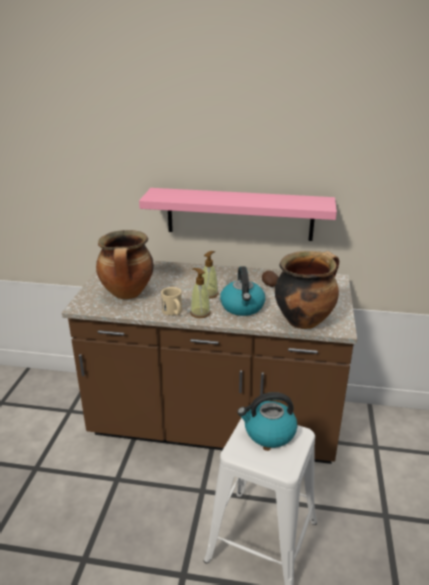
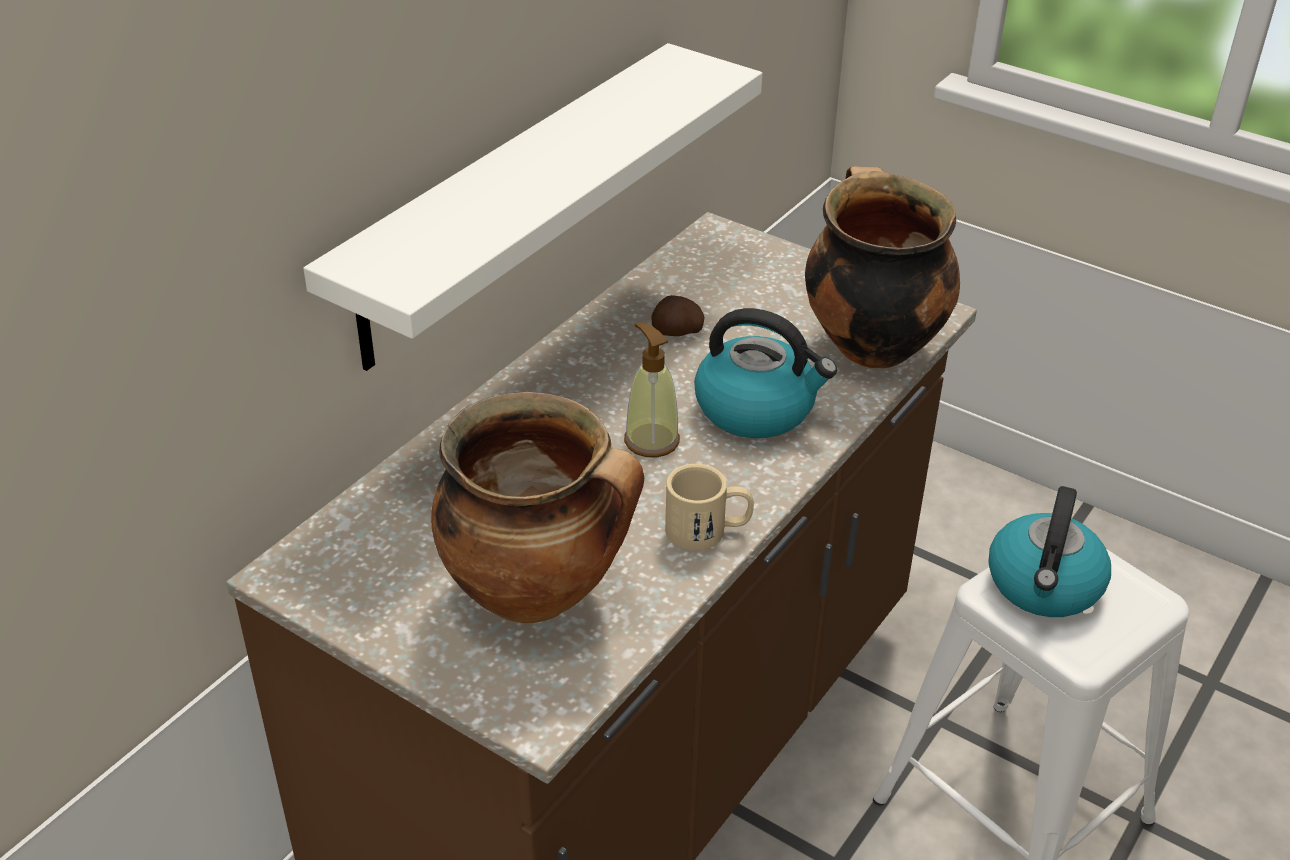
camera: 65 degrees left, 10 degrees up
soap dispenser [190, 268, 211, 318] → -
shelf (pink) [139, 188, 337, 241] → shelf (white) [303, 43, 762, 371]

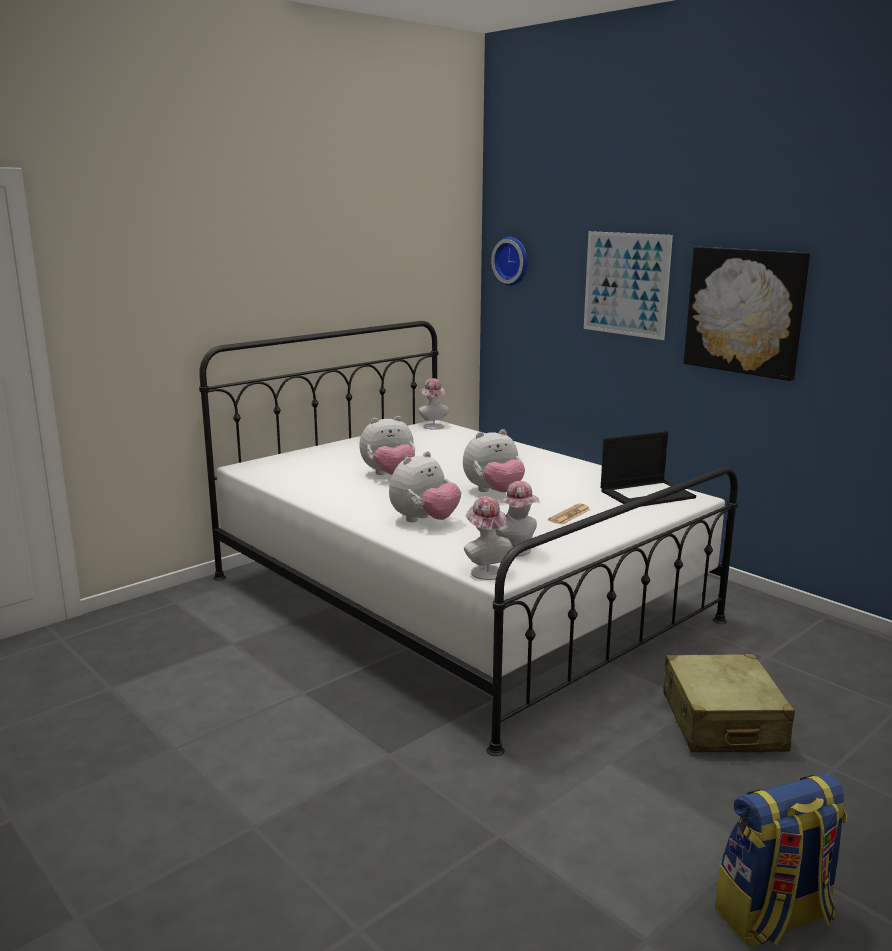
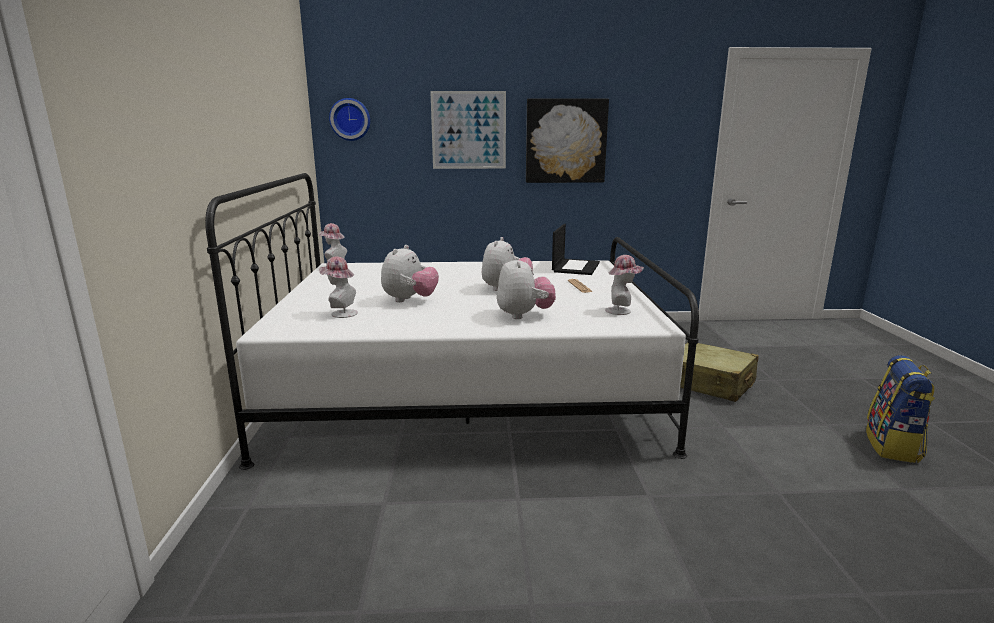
camera: 50 degrees left, 0 degrees up
hat [464, 496, 512, 580] → hat [319, 257, 358, 318], moved

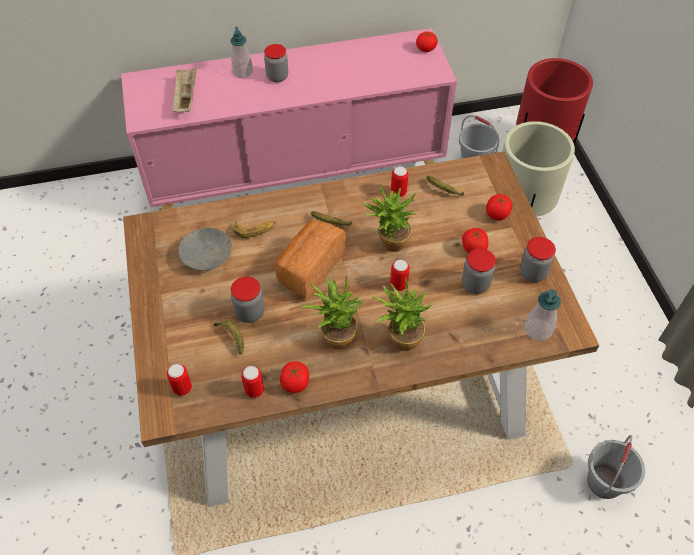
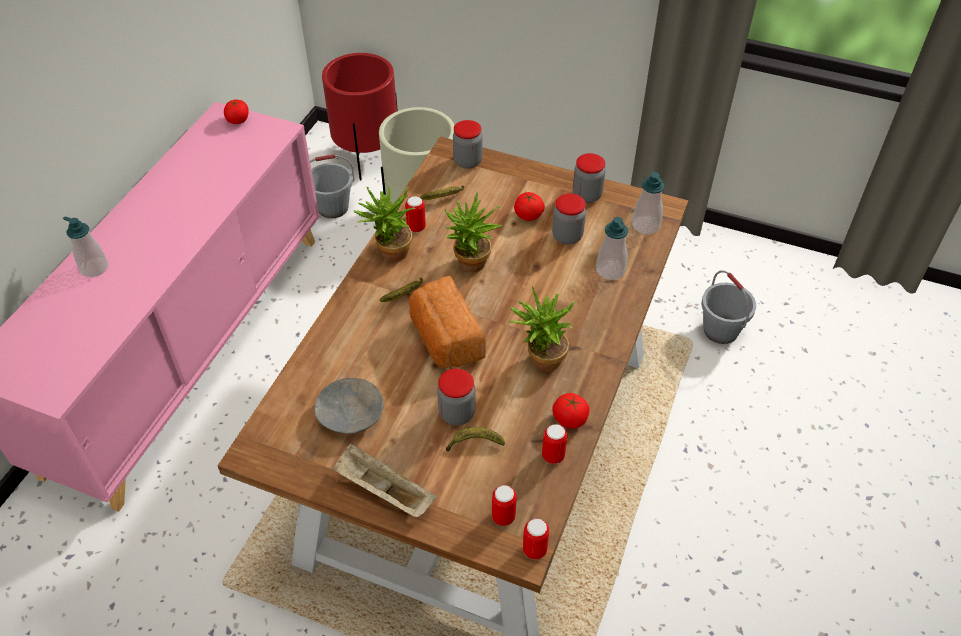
camera: 55 degrees left, 5 degrees down
banana [232, 221, 276, 238] → -
tomato [486, 194, 512, 220] → -
- → soap dispenser [596, 217, 628, 280]
tray (beige) [172, 68, 197, 112] → tray (beige) [333, 443, 436, 517], moved
jar [264, 44, 288, 82] → jar [453, 120, 483, 169], moved
potted plant [373, 277, 432, 351] → potted plant [353, 186, 415, 262], moved
can [390, 260, 410, 291] → can [523, 519, 549, 560], moved

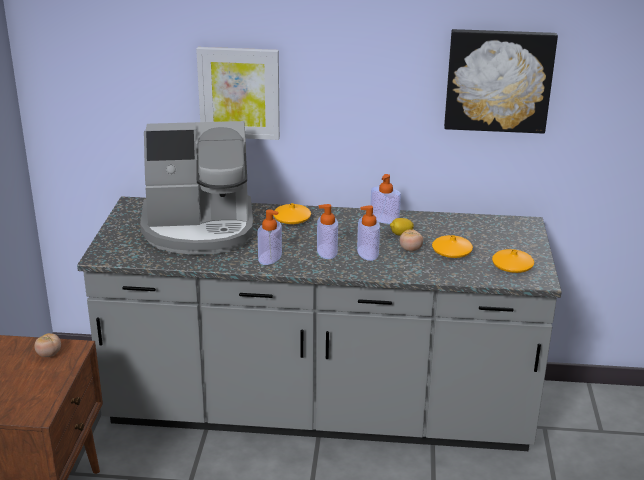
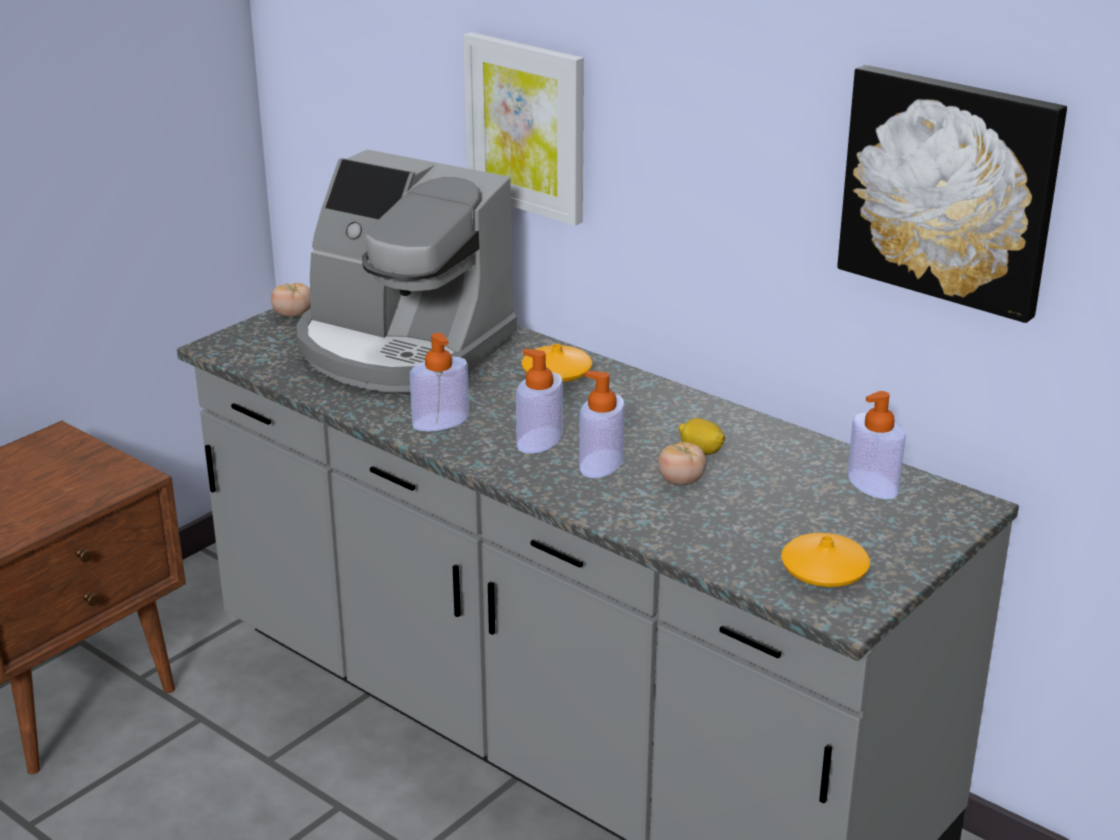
camera: 35 degrees right, 0 degrees up
vase (orange) [432, 235, 473, 258] → -
tomato [34, 333, 61, 357] → tomato [271, 283, 310, 317], moved
soap dispenser [370, 174, 401, 224] → soap dispenser [847, 391, 906, 499], moved

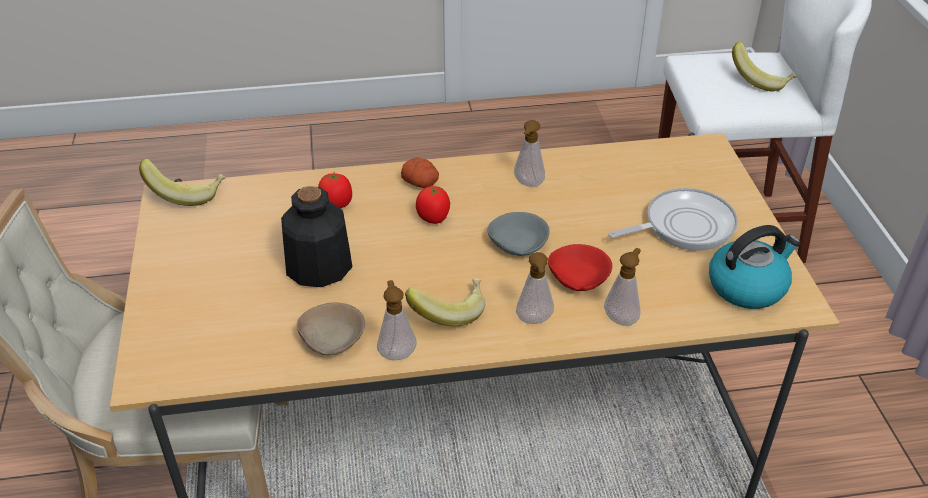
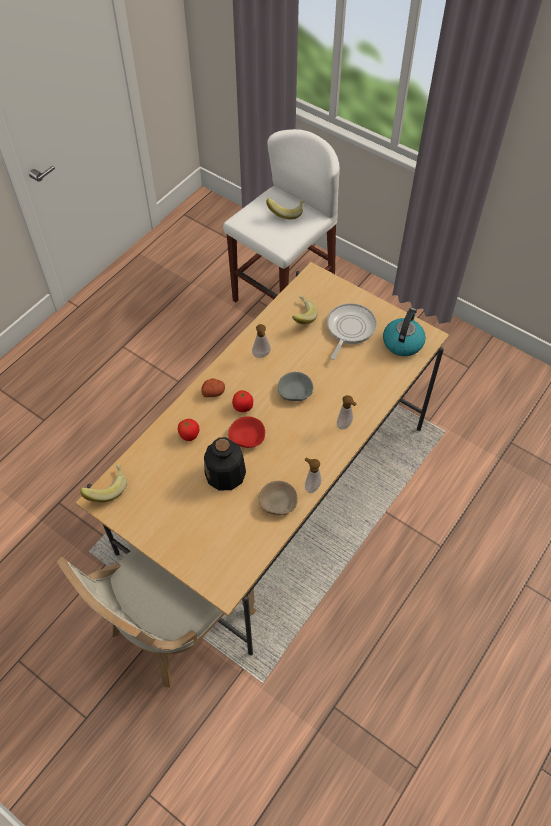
camera: 45 degrees left, 15 degrees up
soap dispenser [604, 248, 641, 326] → -
banana [405, 278, 485, 326] → banana [292, 295, 318, 324], moved
bowl (red) [548, 244, 612, 291] → bowl (red) [228, 416, 265, 448], moved

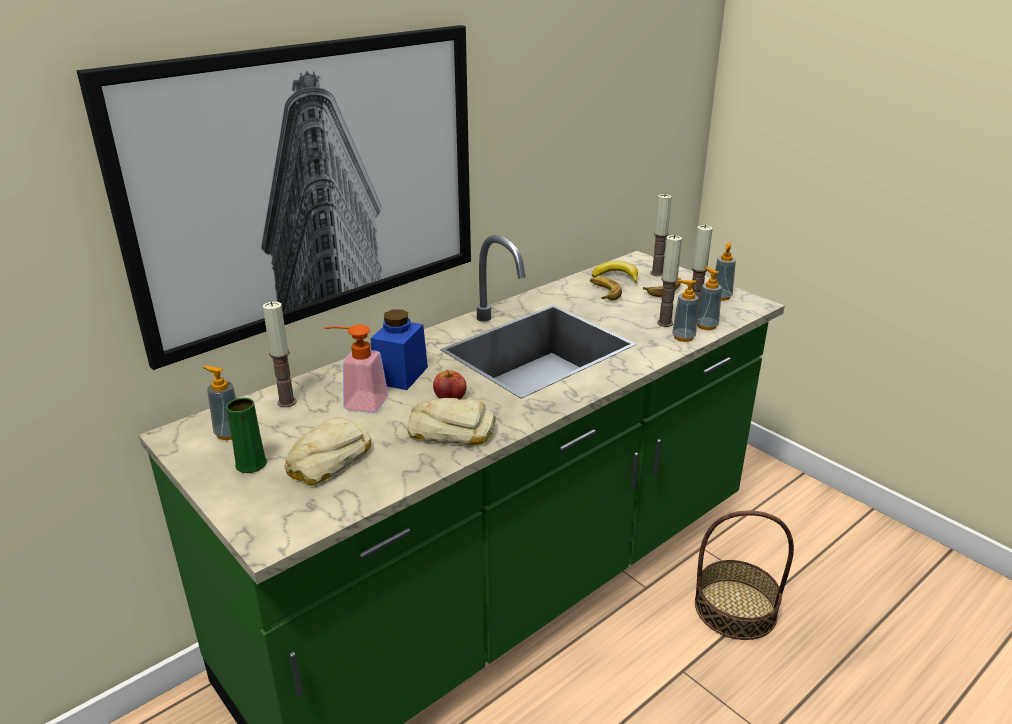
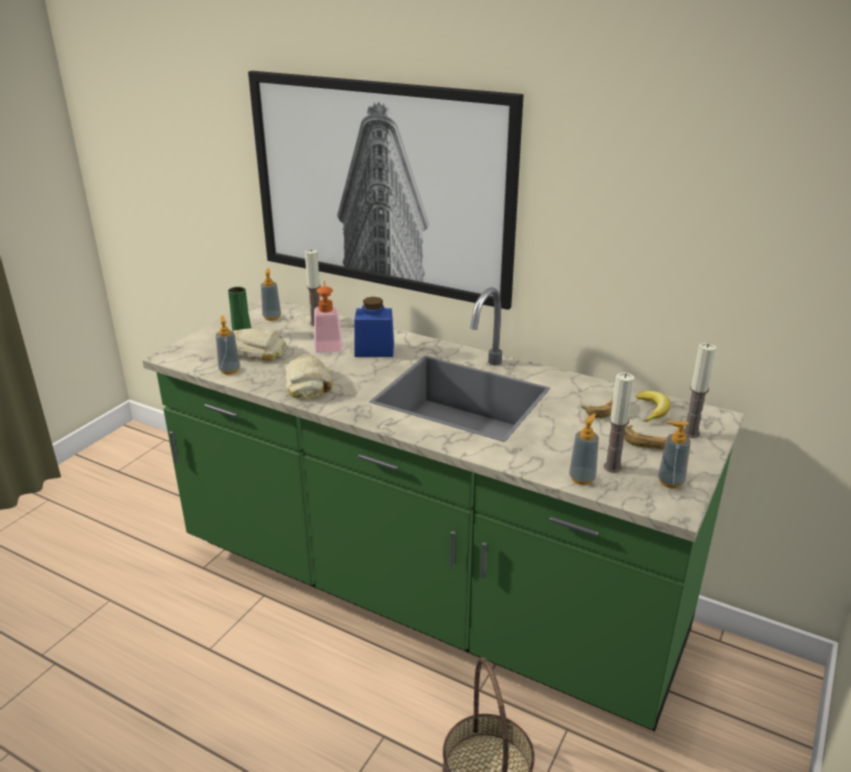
camera: 70 degrees right, 0 degrees up
apple [433, 369, 467, 400] → -
candle [657, 235, 682, 327] → -
soap dispenser [672, 280, 699, 342] → soap dispenser [216, 315, 240, 375], moved

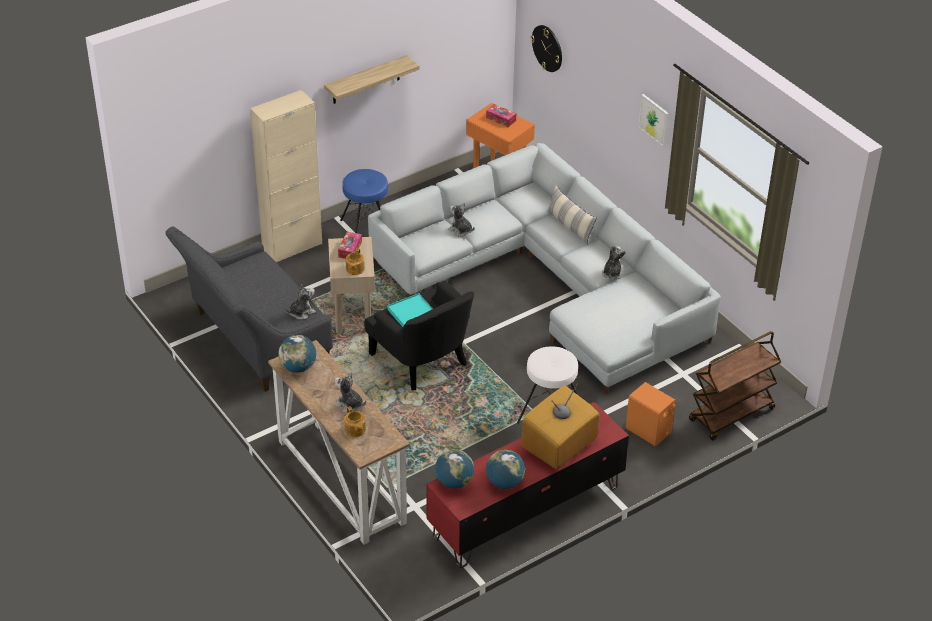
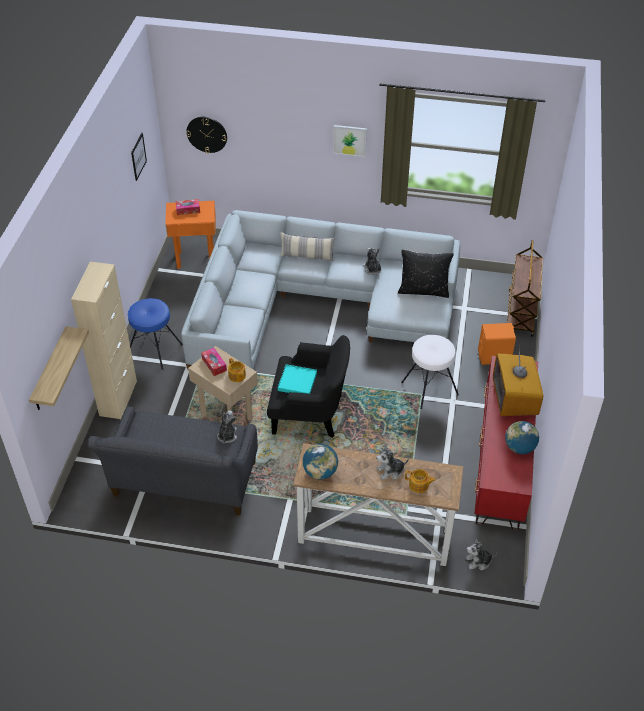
camera: 45 degrees left, 5 degrees up
globe [435, 449, 474, 489] → -
- → picture [131, 133, 147, 181]
- → pillow (black) [398, 250, 454, 298]
shelf [324, 55, 420, 104] → shelf [29, 326, 89, 410], moved
plush toy [448, 202, 475, 237] → plush toy [466, 538, 497, 570], moved

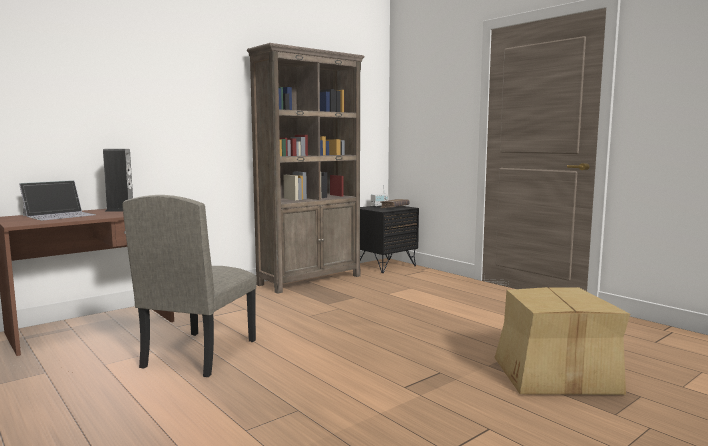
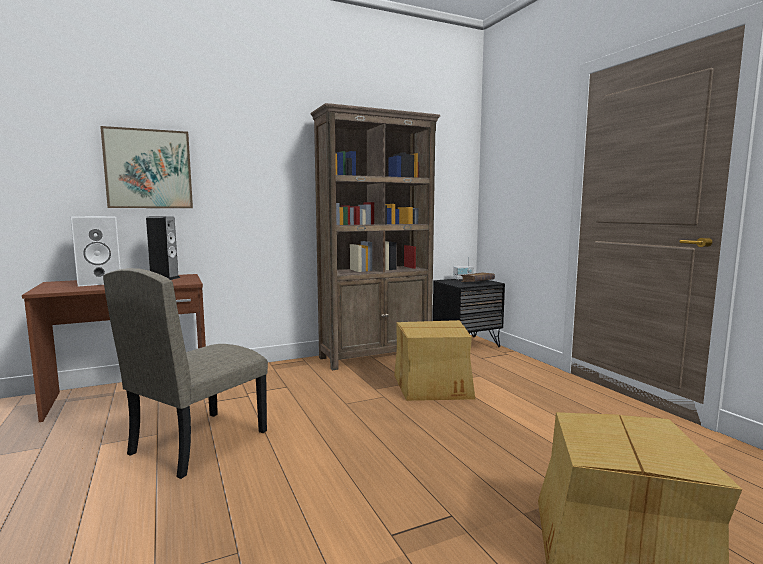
camera: 15 degrees right, 0 degrees up
- → picture [100, 126, 193, 208]
- → cardboard box [394, 320, 475, 401]
laptop [19, 180, 96, 220] → speaker (white) [71, 216, 121, 287]

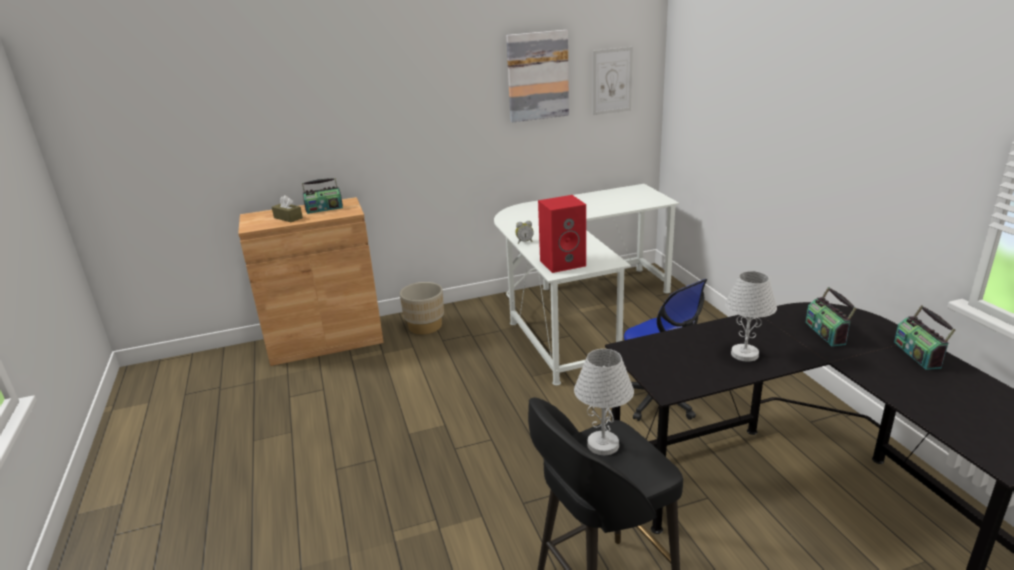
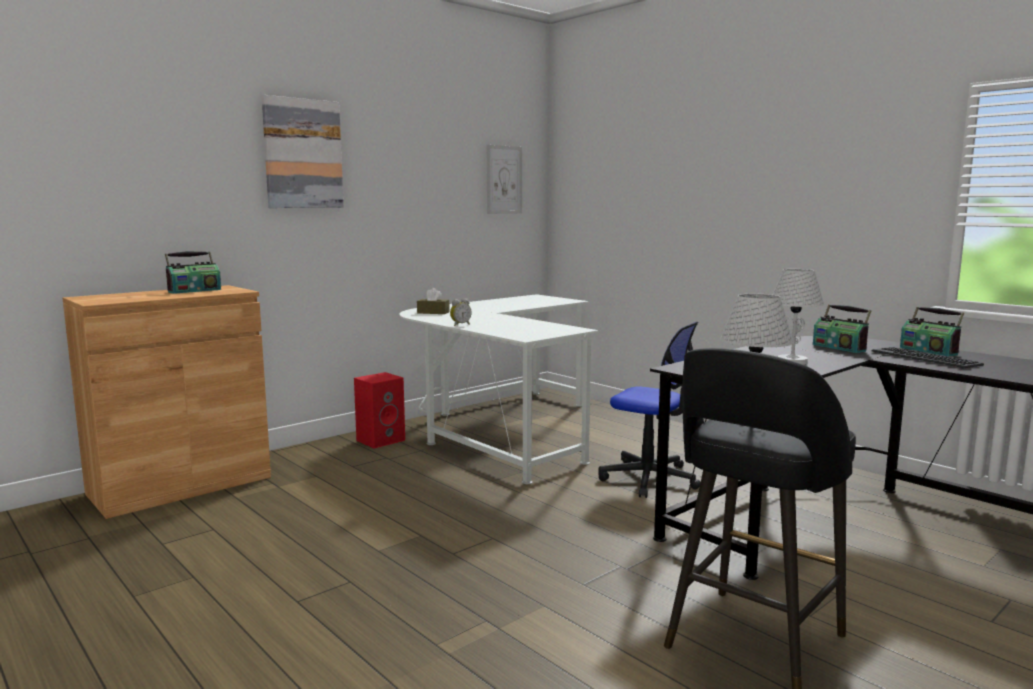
camera: 25 degrees left, 15 degrees down
planter (beige) [400, 282, 444, 334] → -
- → keyboard [872, 347, 984, 369]
tissue box (brown) [272, 195, 303, 222] → tissue box (brown) [417, 288, 450, 314], moved
picture [506, 30, 569, 123] → picture [262, 95, 344, 208], moved
speaker (red) [538, 195, 586, 273] → speaker (red) [354, 372, 405, 448], moved

